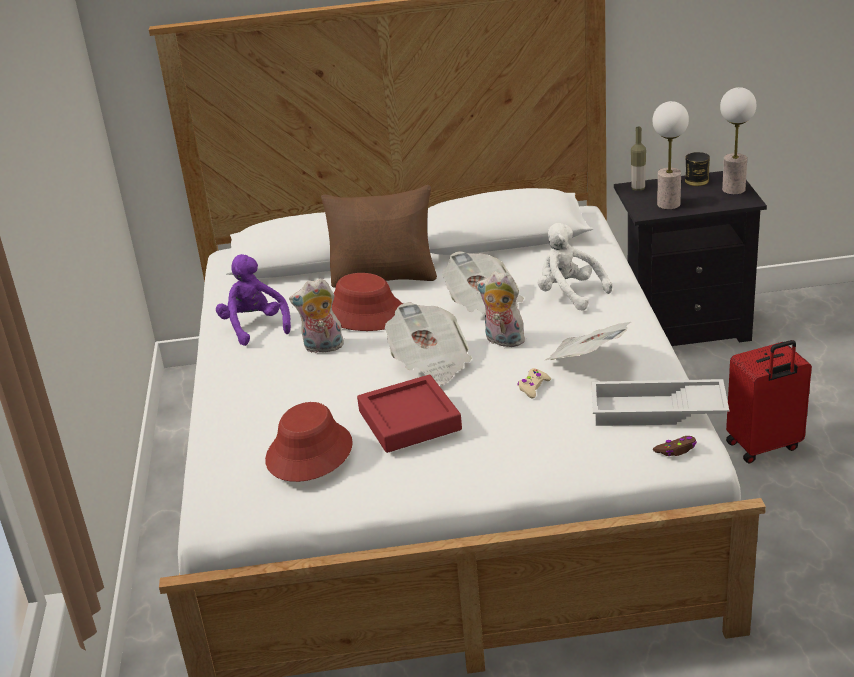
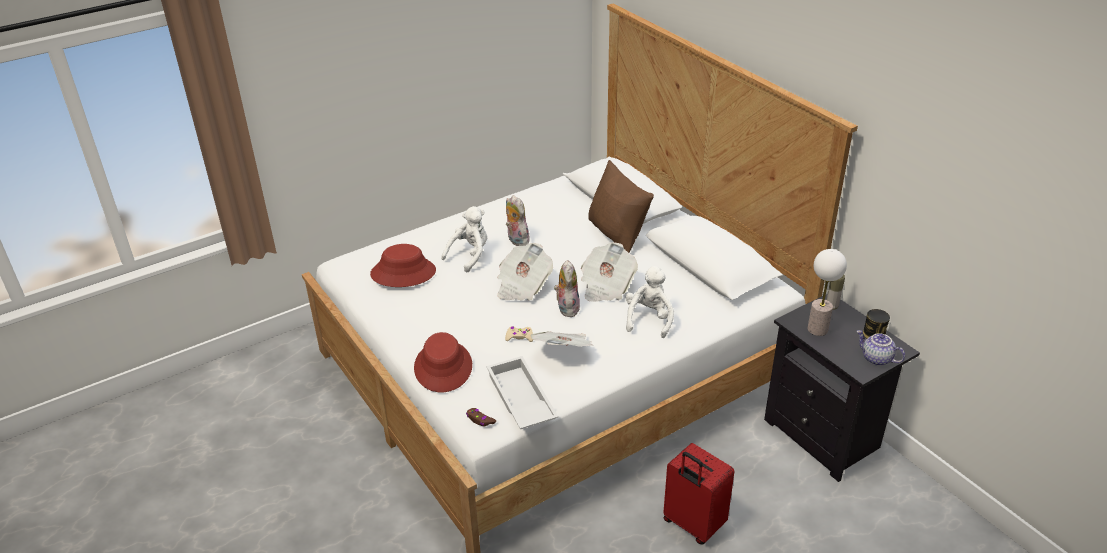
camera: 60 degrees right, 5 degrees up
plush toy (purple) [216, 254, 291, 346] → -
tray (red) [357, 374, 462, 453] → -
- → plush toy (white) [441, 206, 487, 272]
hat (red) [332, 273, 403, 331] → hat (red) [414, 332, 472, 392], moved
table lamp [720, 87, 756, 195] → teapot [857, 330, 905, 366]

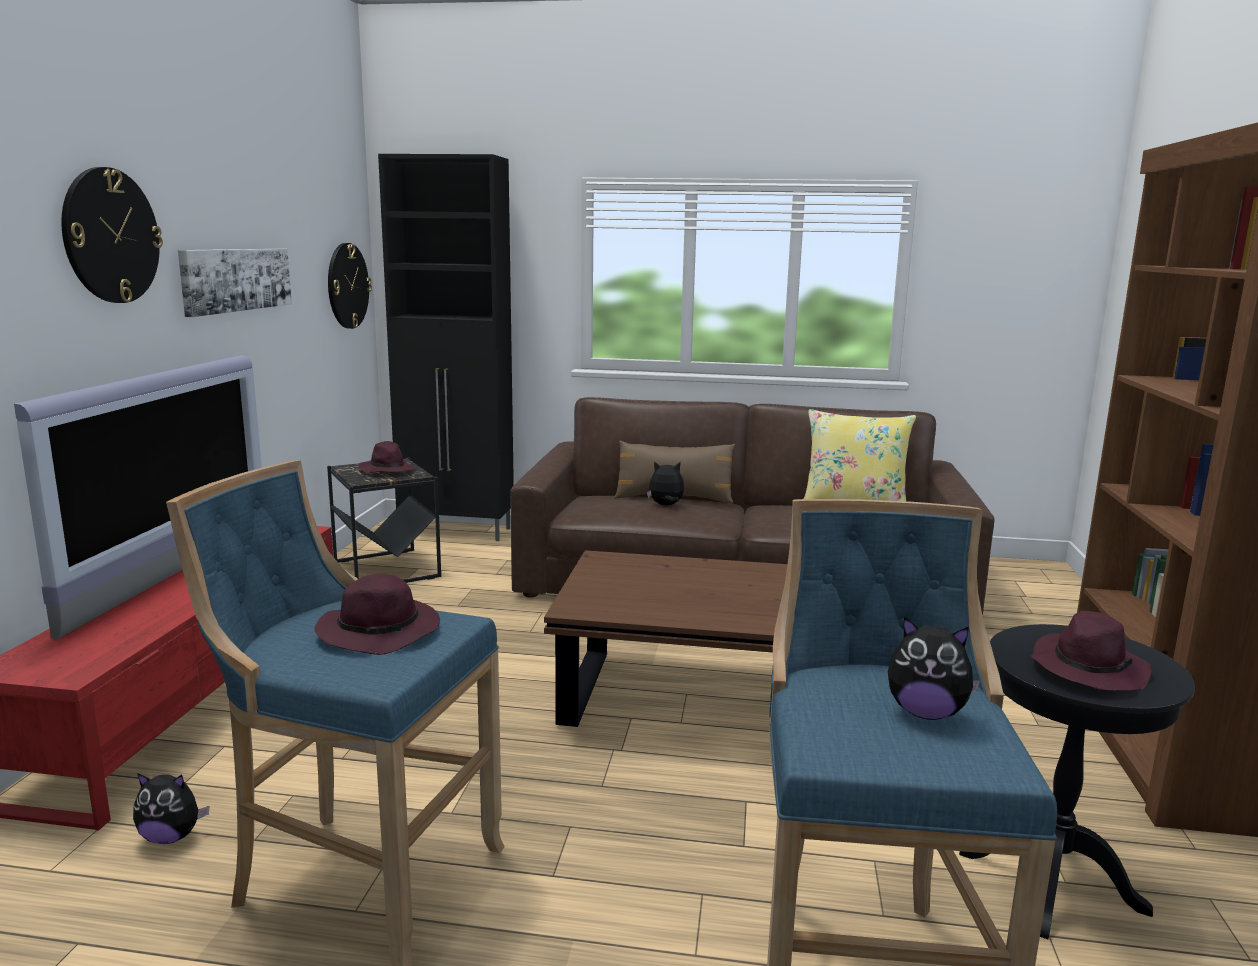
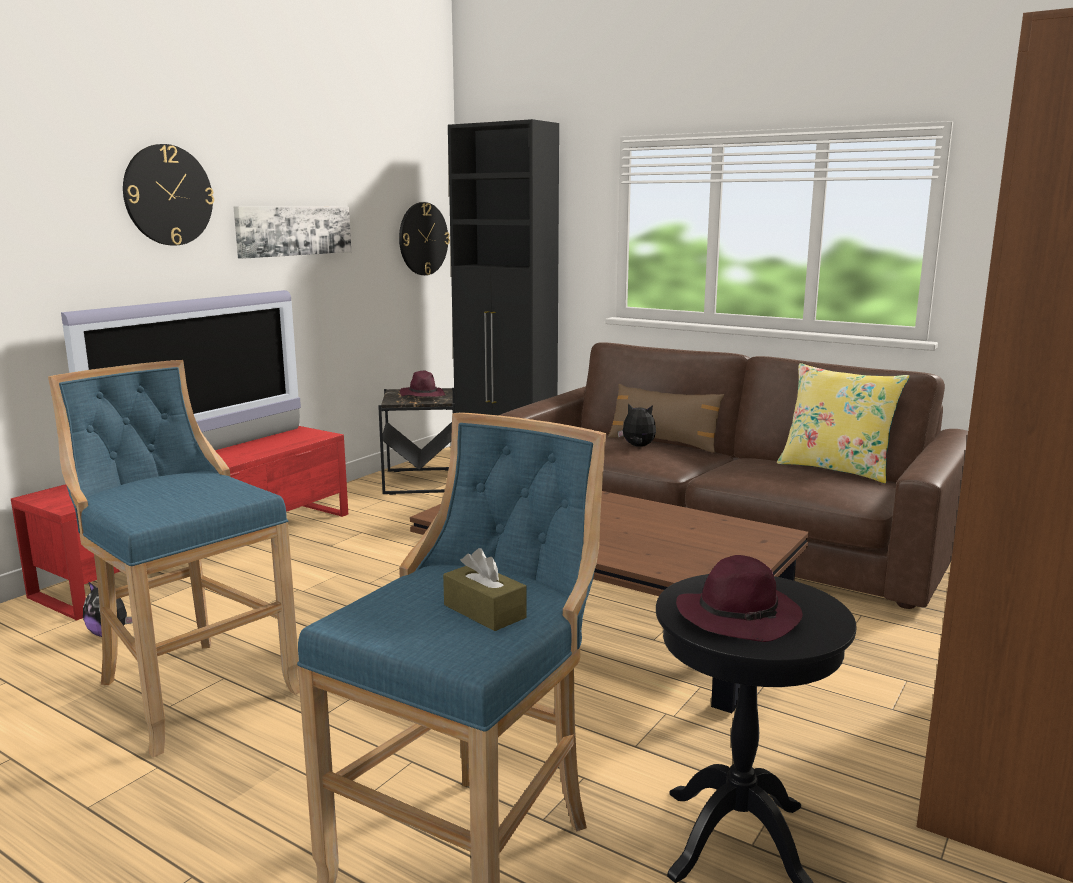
camera: 25 degrees right, 0 degrees up
hat (purple) [315, 573, 440, 655] → -
plush toy [888, 616, 980, 720] → tissue box (brown) [443, 548, 527, 631]

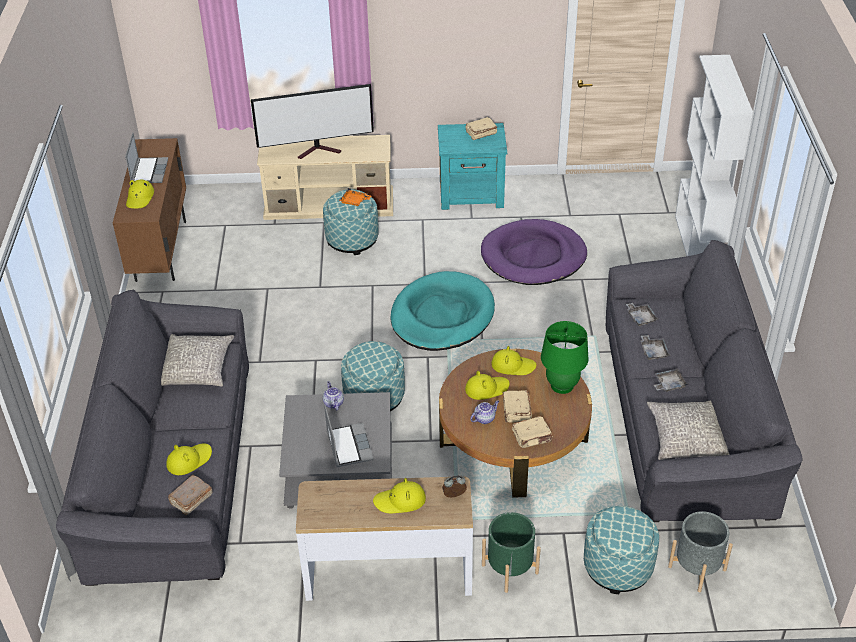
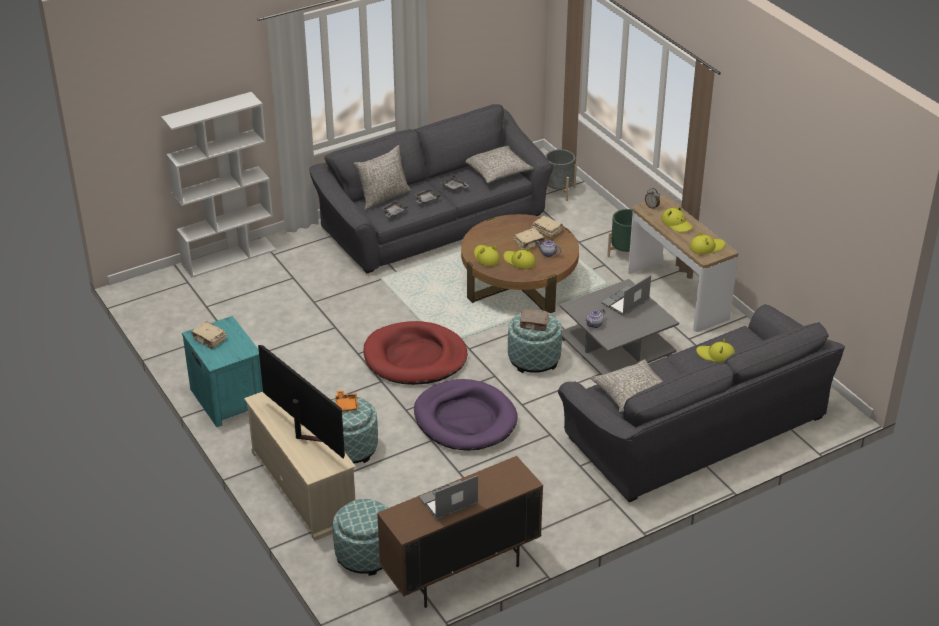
camera: 120 degrees left, 5 degrees down
table lamp (green) [541, 321, 588, 394] → -
- → pillow (grey) [353, 145, 411, 210]
hat (yellow) [126, 180, 154, 209] → hat (yellow) [690, 232, 725, 254], moved
book (brown) [168, 475, 213, 515] → book (brown) [520, 309, 549, 331], moved
dog bed (purple) [481, 219, 587, 285] → dog bed (purple) [414, 379, 518, 451], moved
ottoman [584, 506, 659, 594] → ottoman [333, 499, 388, 576], moved
dog bed (turquoise) [390, 271, 495, 351] → dog bed (red) [363, 321, 467, 385]

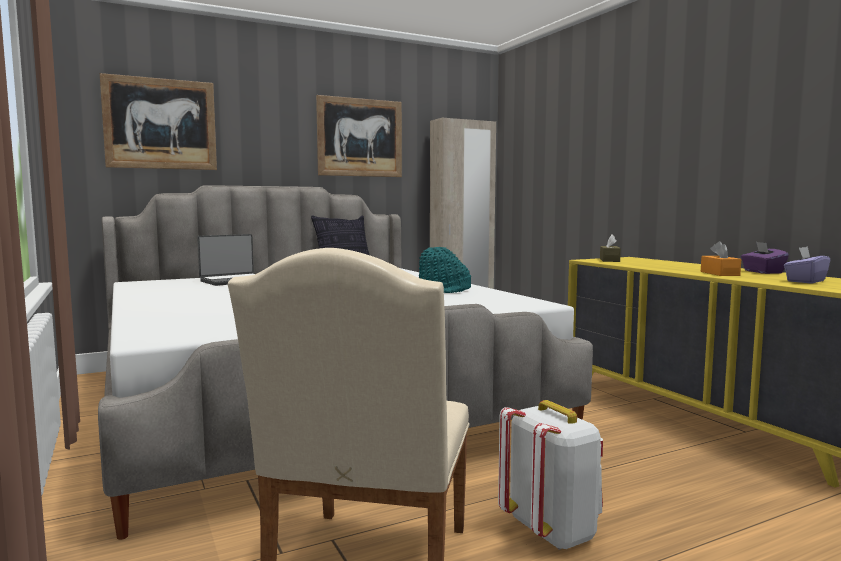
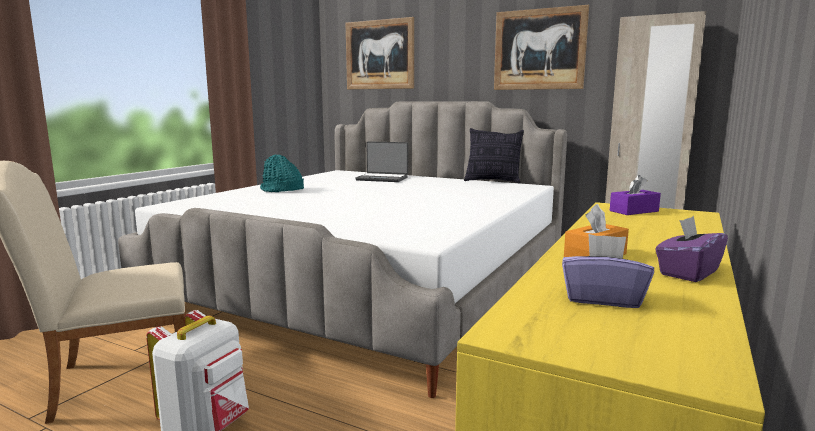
camera: 55 degrees right, 5 degrees up
hat (turquoise) [418, 247, 471, 293] → hat (turquoise) [260, 154, 304, 192], moved
tissue box (brown) [600, 234, 621, 262] → tissue box (purple) [610, 175, 661, 215]

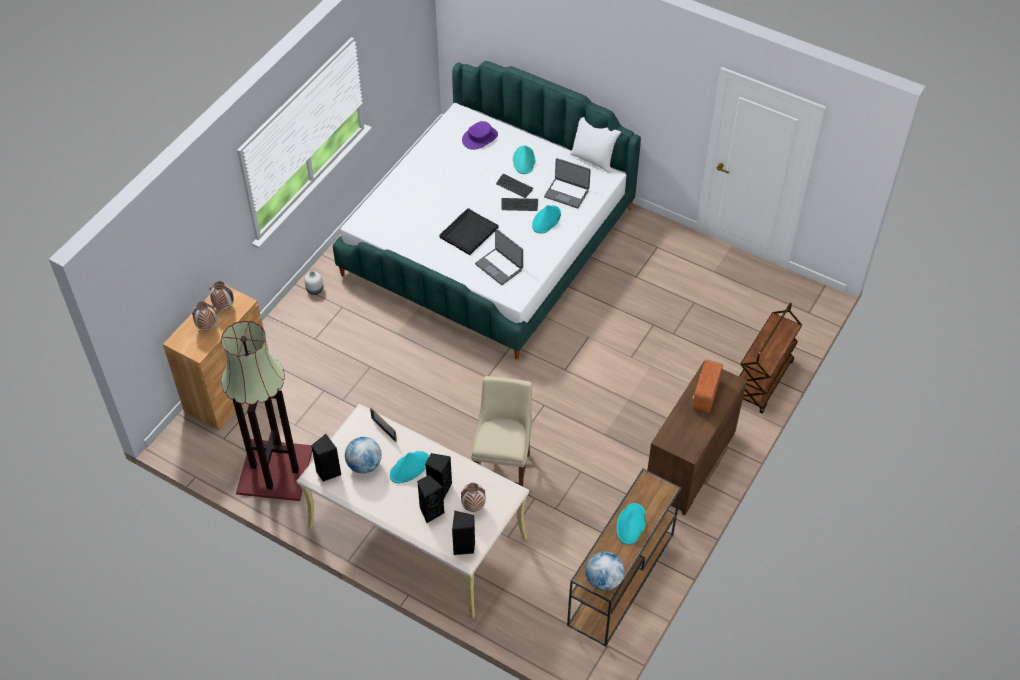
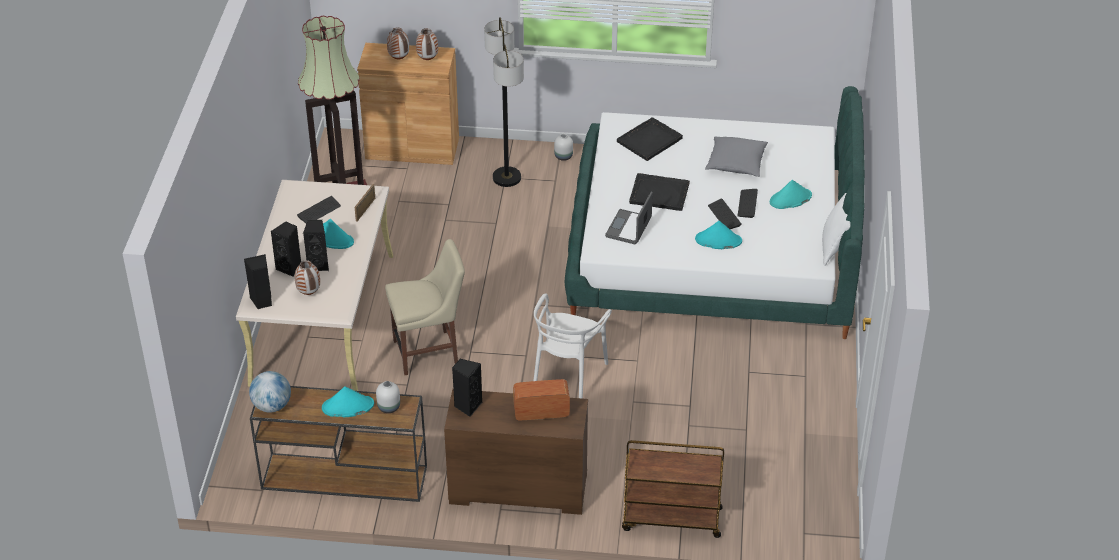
camera: 65 degrees right, 10 degrees down
hat (purple) [462, 121, 498, 150] → -
laptop [544, 158, 591, 209] → -
- → vase (white) [376, 381, 400, 413]
- → floor lamp [484, 17, 524, 187]
- → chair (white) [533, 293, 612, 399]
- → tray (black) [617, 117, 683, 161]
- → pillow (grey) [705, 137, 768, 177]
speaker (black) [311, 434, 341, 482] → speaker (black) [452, 358, 482, 417], moved
globe [345, 437, 382, 474] → keyboard [297, 196, 341, 224]

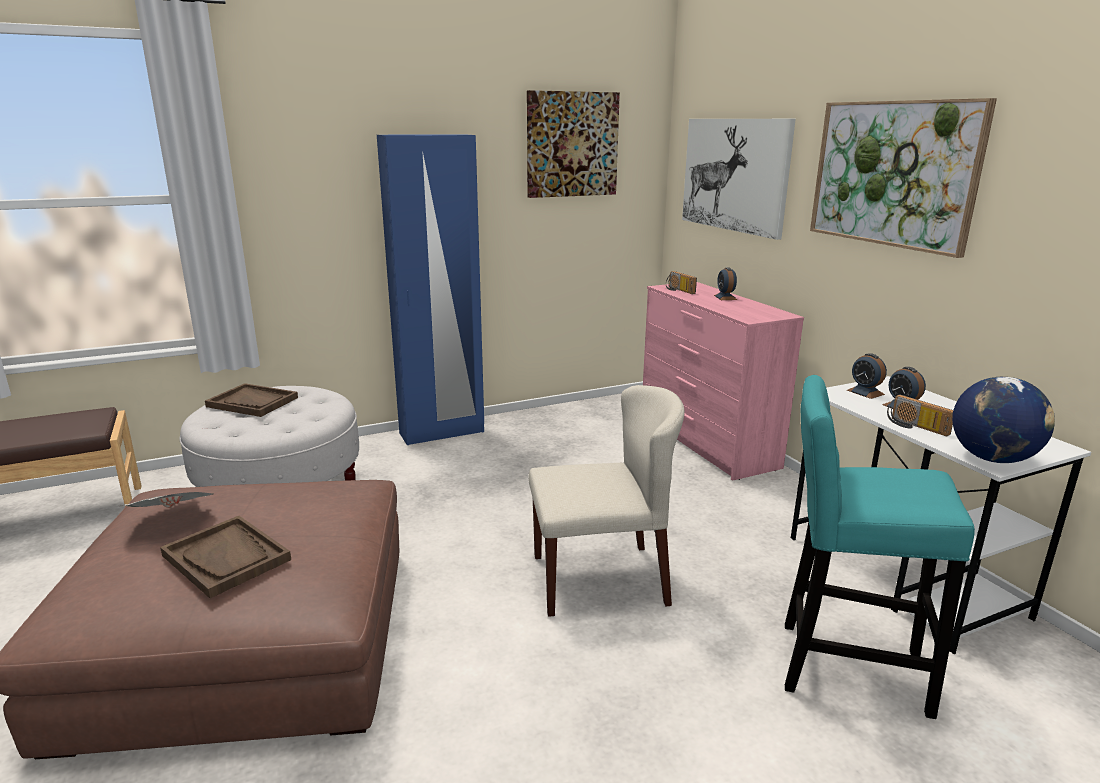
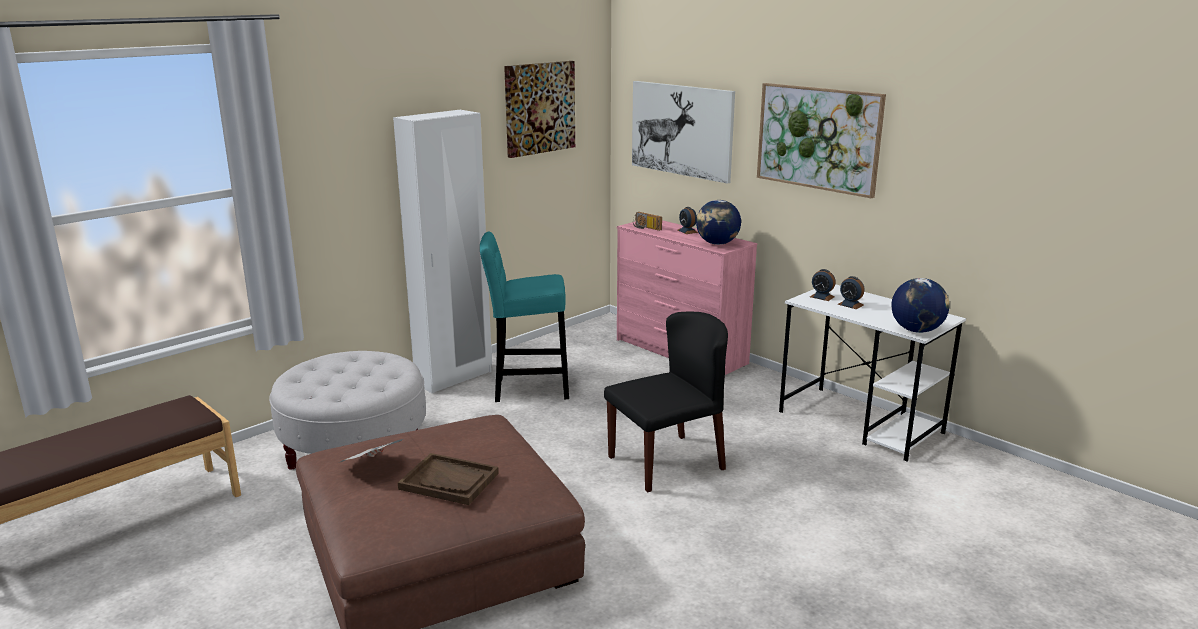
camera: 20 degrees left, 0 degrees up
tray (brown) [205, 383, 298, 417] → -
radio [887, 395, 953, 436] → -
- → globe [696, 200, 741, 245]
stool (turquoise) [785, 375, 975, 719] → stool (turquoise) [480, 232, 569, 402], moved
wardrobe (blue) [377, 134, 484, 445] → wardrobe (white) [393, 110, 492, 393]
chair (beige) [528, 385, 684, 617] → chair (black) [604, 312, 728, 492]

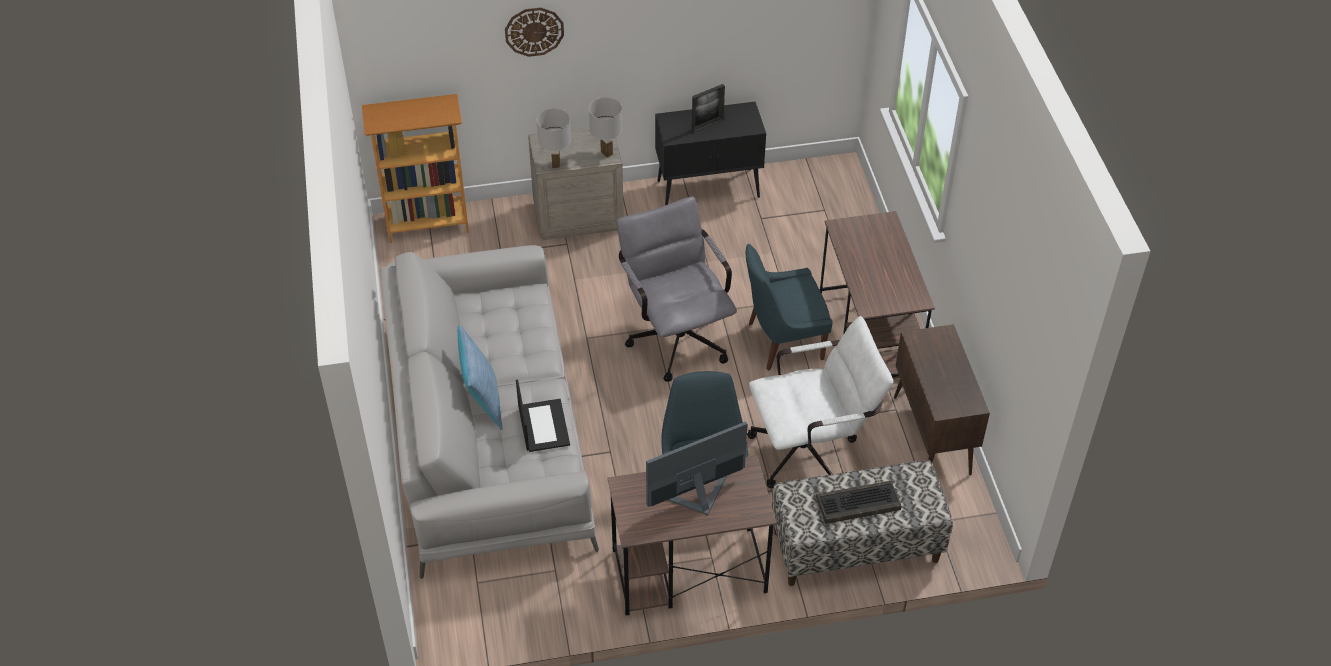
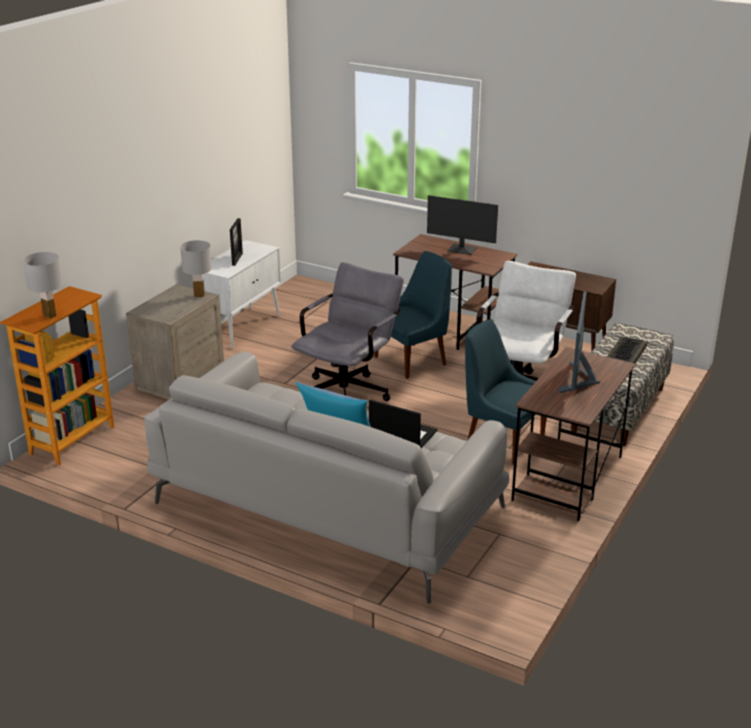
camera: 50 degrees left, 20 degrees down
wall clock [505, 7, 564, 57] → -
- → monitor [427, 195, 498, 255]
table lamp (white) [537, 108, 571, 168] → table lamp (white) [23, 252, 63, 319], moved
cabinet (black) [655, 102, 766, 205] → cabinet (white) [203, 240, 281, 348]
office chair (grey) [616, 196, 737, 382] → office chair (grey) [291, 262, 404, 401], 105 degrees clockwise
chair (blue) [746, 244, 832, 371] → chair (blue) [374, 251, 452, 379], 150 degrees counterclockwise

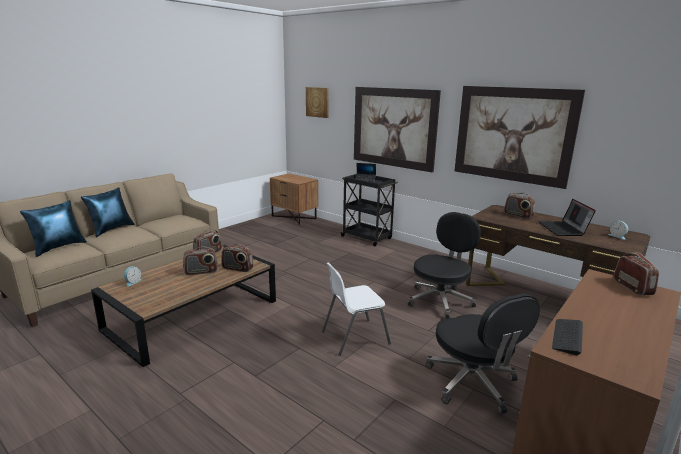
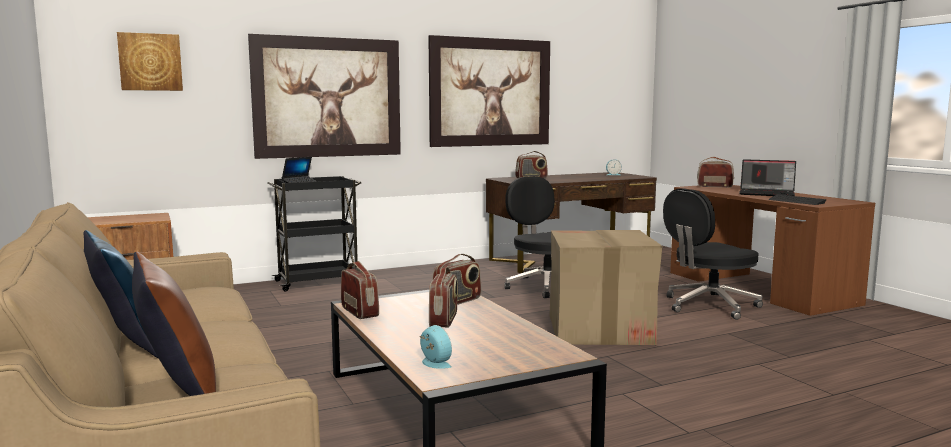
camera: 65 degrees left, 10 degrees down
laptop [538, 199, 596, 236] → laptop [739, 159, 796, 196], moved
chair (white) [322, 262, 391, 356] → cardboard box [549, 230, 662, 345]
pillow (blue) [20, 200, 87, 257] → pillow (brown) [132, 252, 216, 396]
office chair (black) [426, 293, 540, 414] → office chair (black) [663, 188, 763, 320], 150 degrees clockwise

